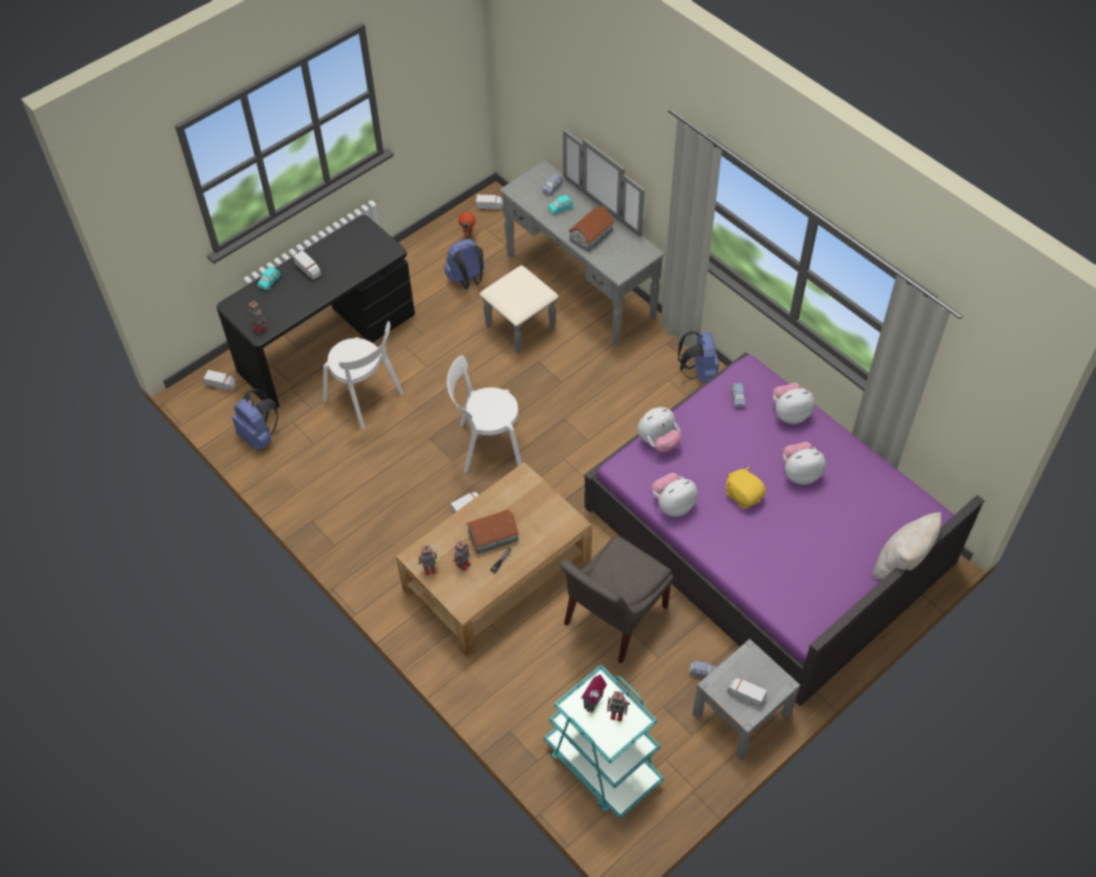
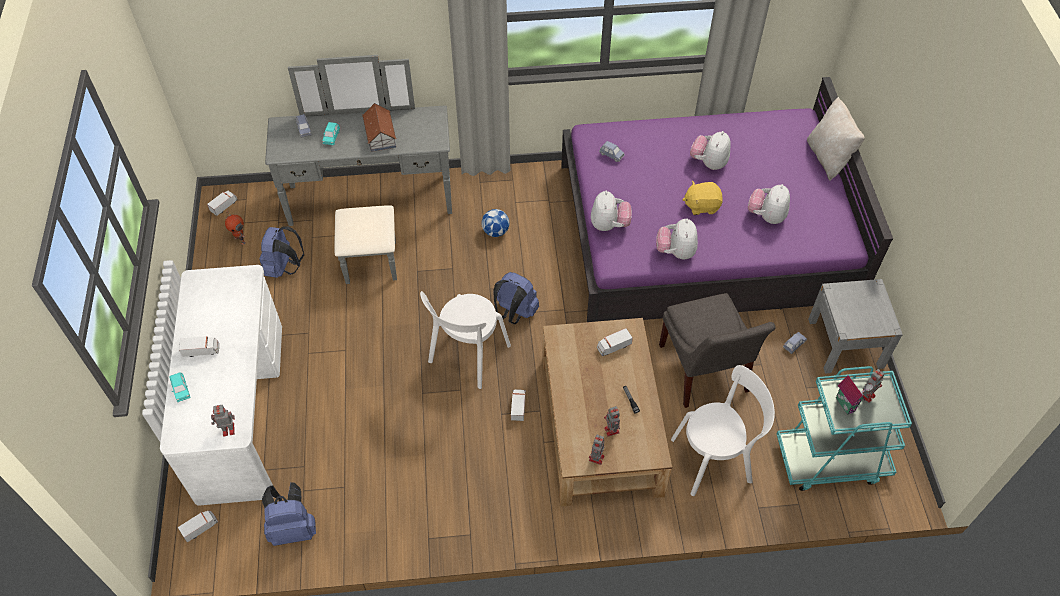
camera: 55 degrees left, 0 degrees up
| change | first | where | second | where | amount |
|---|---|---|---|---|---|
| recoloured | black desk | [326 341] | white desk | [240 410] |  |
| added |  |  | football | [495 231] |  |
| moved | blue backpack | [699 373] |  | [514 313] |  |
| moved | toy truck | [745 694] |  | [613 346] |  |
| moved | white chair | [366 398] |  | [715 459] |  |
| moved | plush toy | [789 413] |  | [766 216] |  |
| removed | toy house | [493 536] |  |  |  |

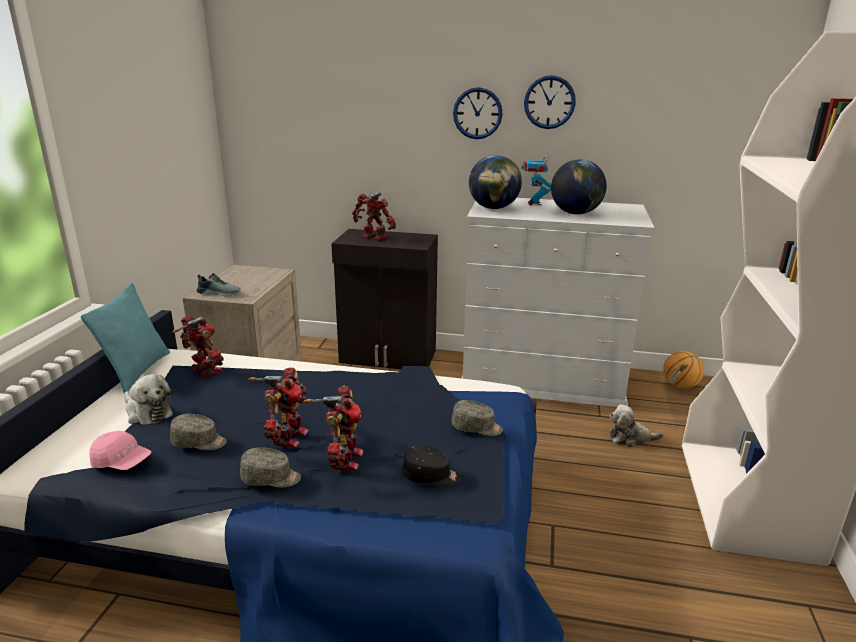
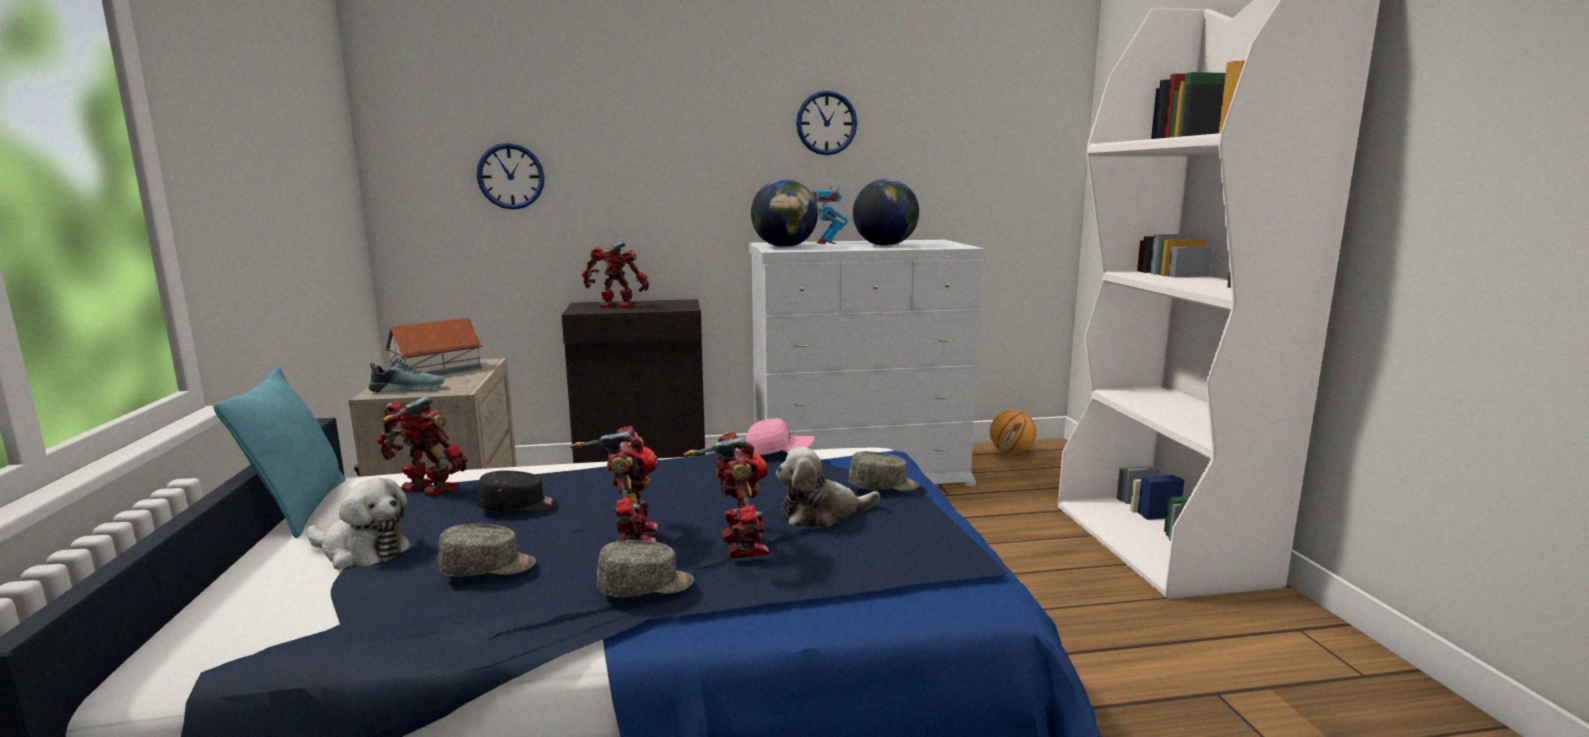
camera: 20 degrees left, 10 degrees down
| change | first | where | second | where | amount |
|---|---|---|---|---|---|
| added |  |  | toy house | [435 370] |  |
| moved | wall clock | [477 113] |  | [511 176] |  |
| moved | black cap | [431 476] |  | [519 507] |  |
| moved | pink cap | [122 462] |  | [779 452] |  |
| moved | plush toy | [630 438] |  | [822 514] |  |

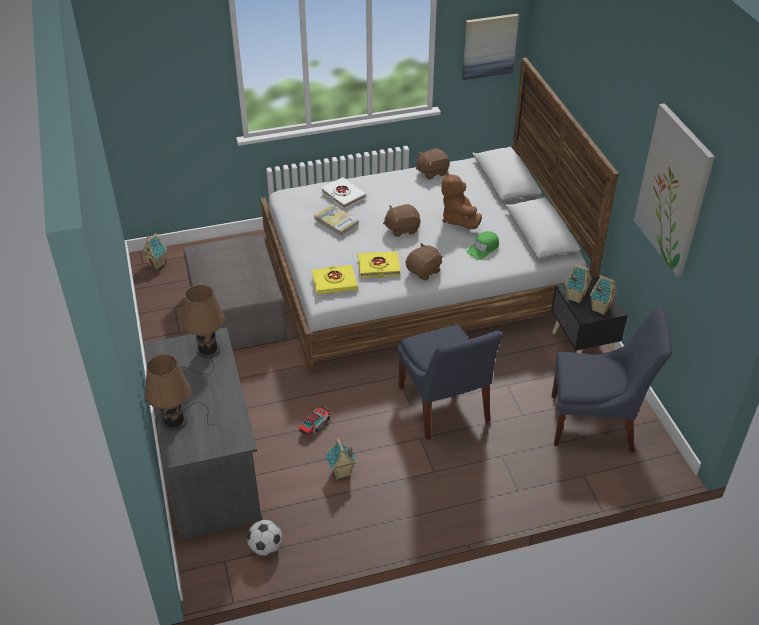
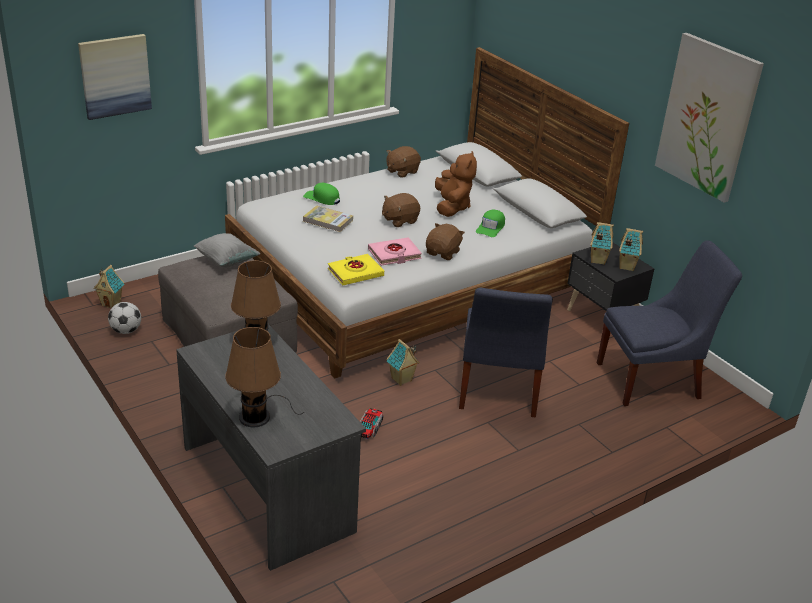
camera: 20 degrees left, 10 degrees down
| change | first | where | second | where | amount |
|---|---|---|---|---|---|
| moved | picture | [489 46] |  | [115 76] |  |
| moved | football | [266 547] |  | [126 331] |  |
| added |  |  | grey pillow | [226 261] |  |
| replaced | white book | [343 195] | green cap | [322 198] |  |
| recoloured | yellow book | [378 267] | pink book | [394 255] |  |
| moved | toy house | [341 473] |  | [401 380] |  |
| turned | brown plush toy | [458 219] |  | [452 207] | 150 degrees counterclockwise |
| turned | blue chair | [444 407] |  | [497 390] | 45 degrees clockwise |

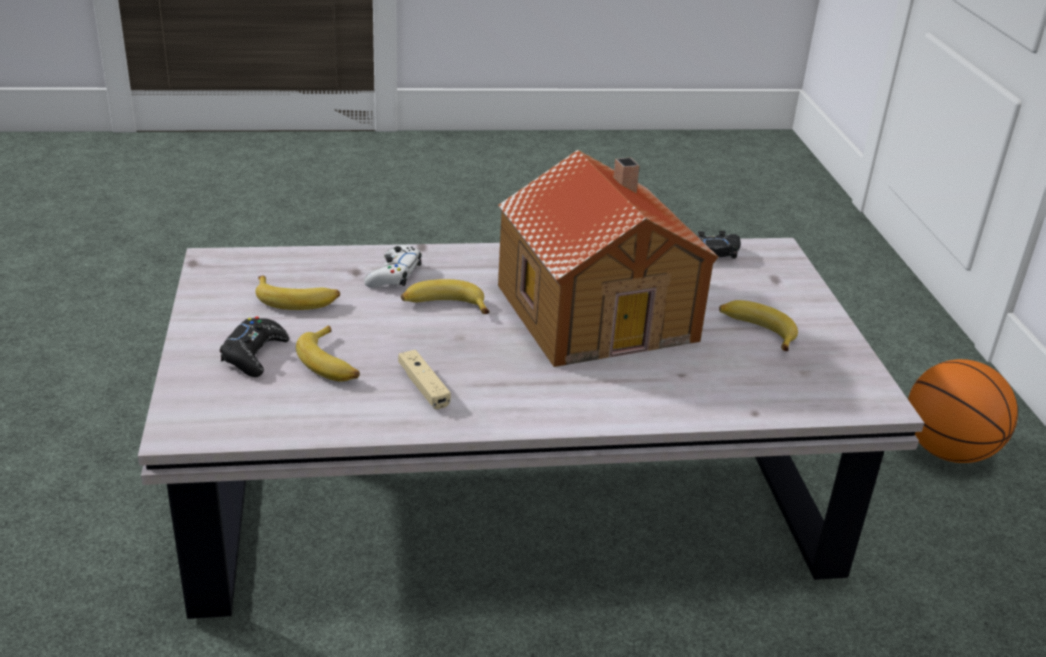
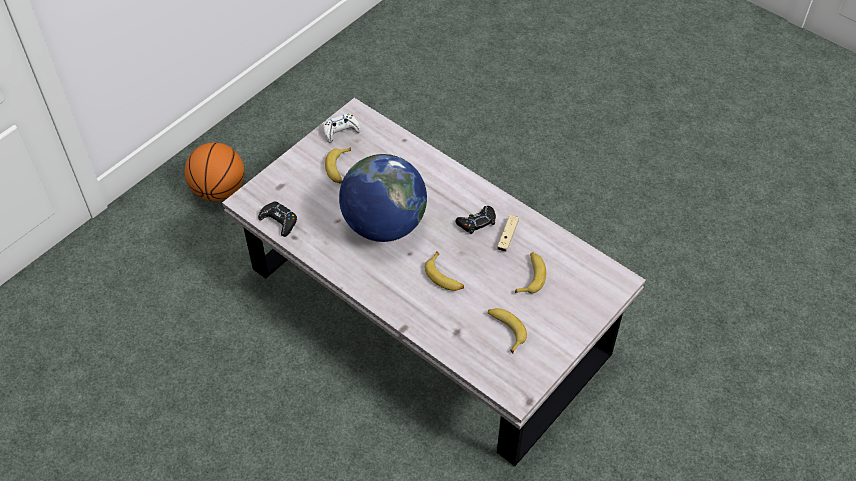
camera: 130 degrees left, 20 degrees up
| change | first | where | second | where | amount |
|---|---|---|---|---|---|
| moved | white game controller | [394 275] |  | [341 131] |  |
| replaced | toy house | [598 311] | globe | [384 225] |  |
| moved | black game controller | [254 355] |  | [476 222] |  |

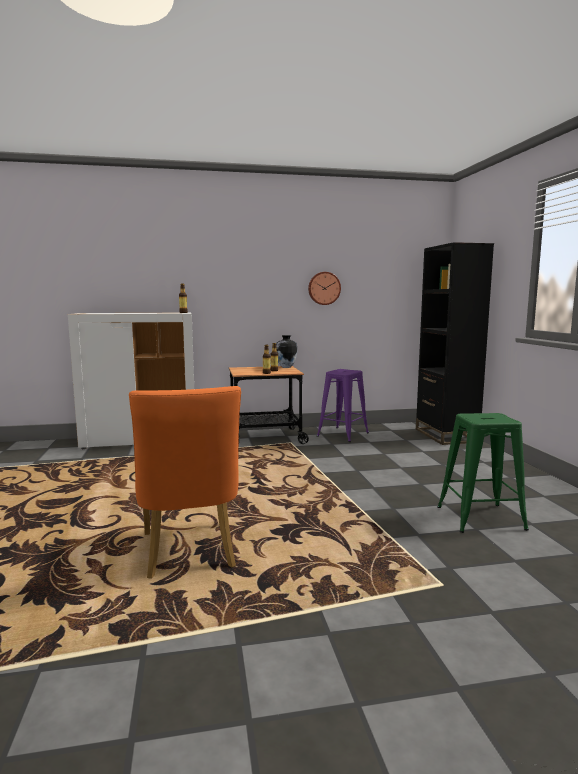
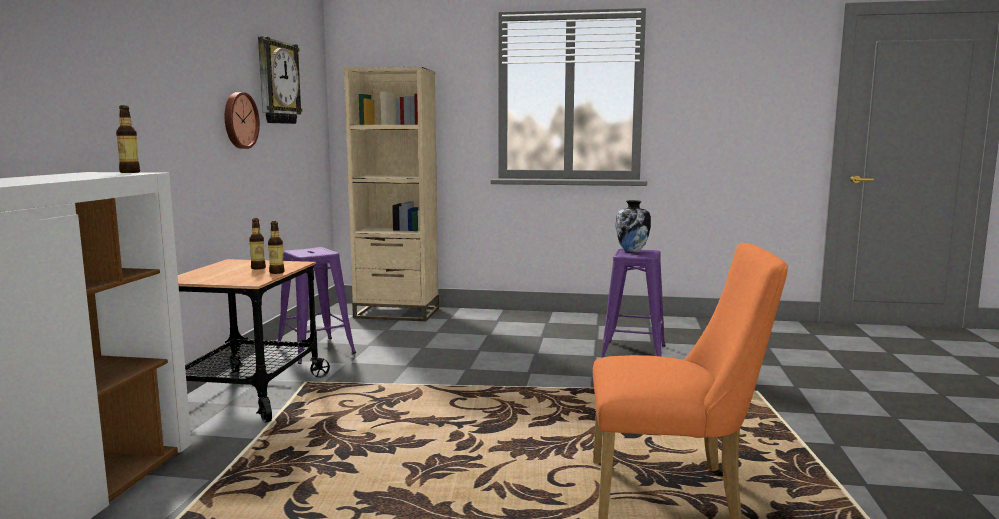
camera: 70 degrees left, 0 degrees up
| change | first | where | second | where | amount |
|---|---|---|---|---|---|
| added |  |  | wall clock | [277 82] |  |
| recoloured | black bookcase | [446 435] | beige bookcase | [397 313] |  |
| recoloured | green stool | [480 518] | purple stool | [633 352] |  |
| moved | vase | [286 367] |  | [632 251] |  |

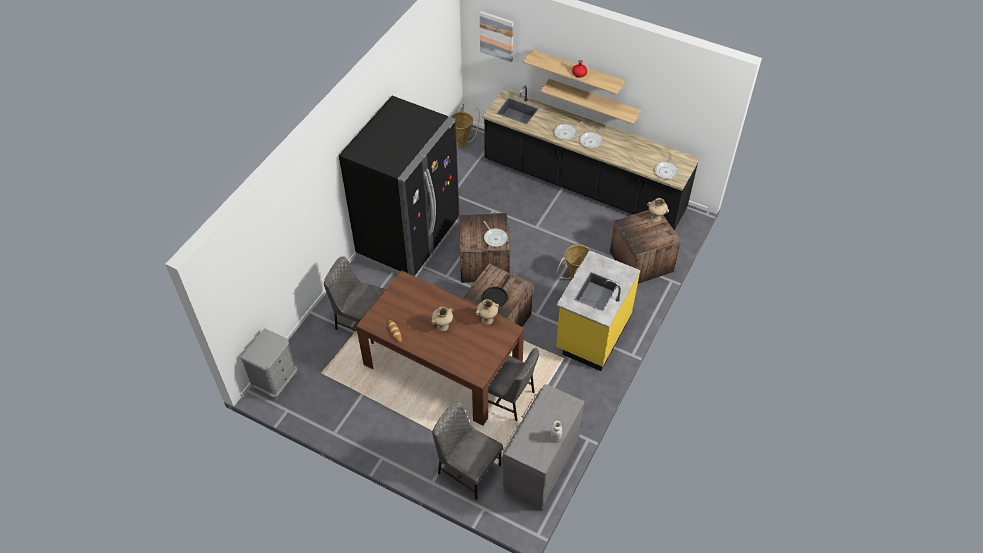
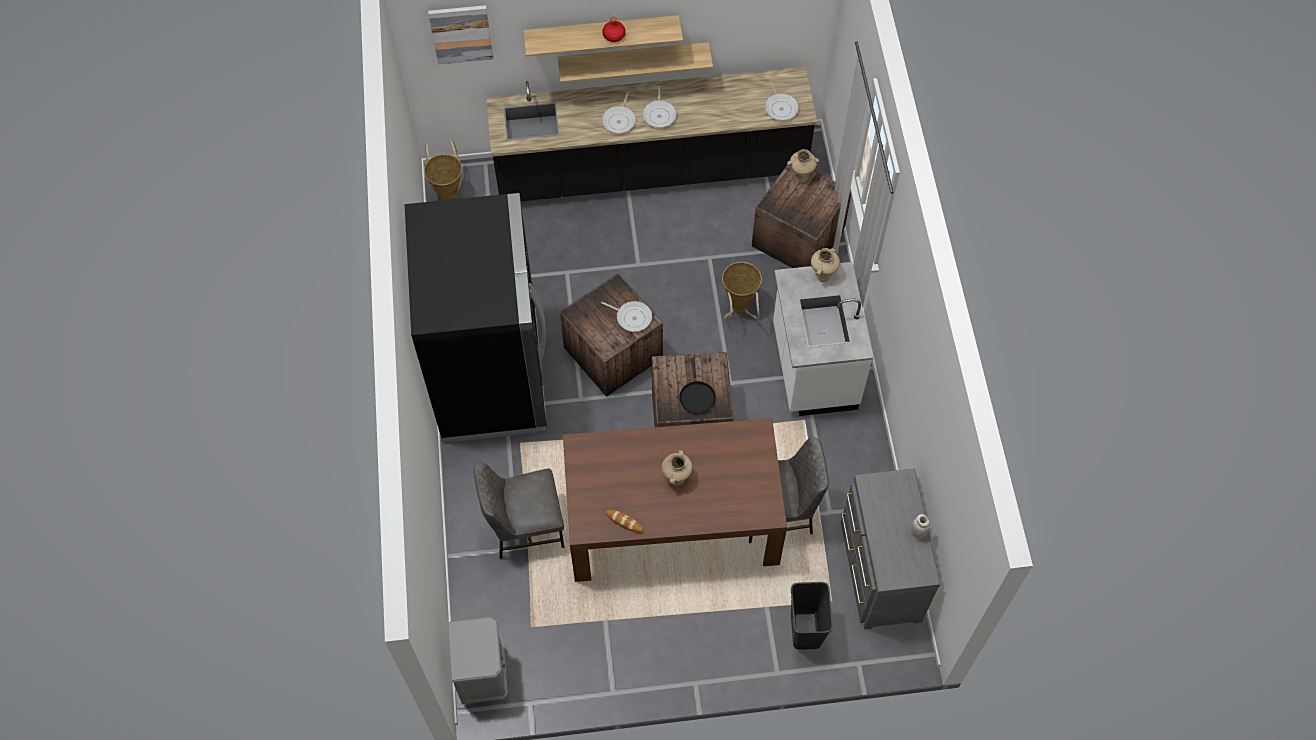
camera: 35 degrees left, 10 degrees up
| change | first | where | second | where | amount |
|---|---|---|---|---|---|
| recoloured | yellow counter | [592 333] | white counter | [812 368] |  |
| replaced | grey chair | [468 469] | black trash can | [804 629] |  |
| moved | beige vase | [487 319] |  | [823 274] |  |

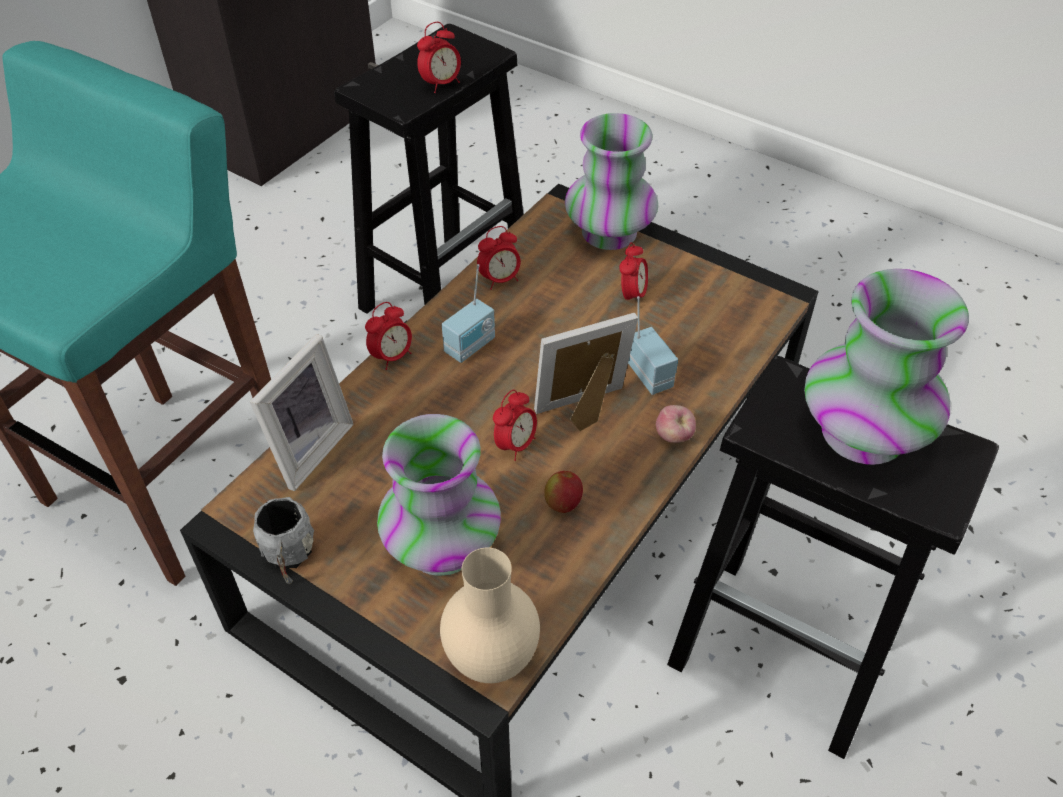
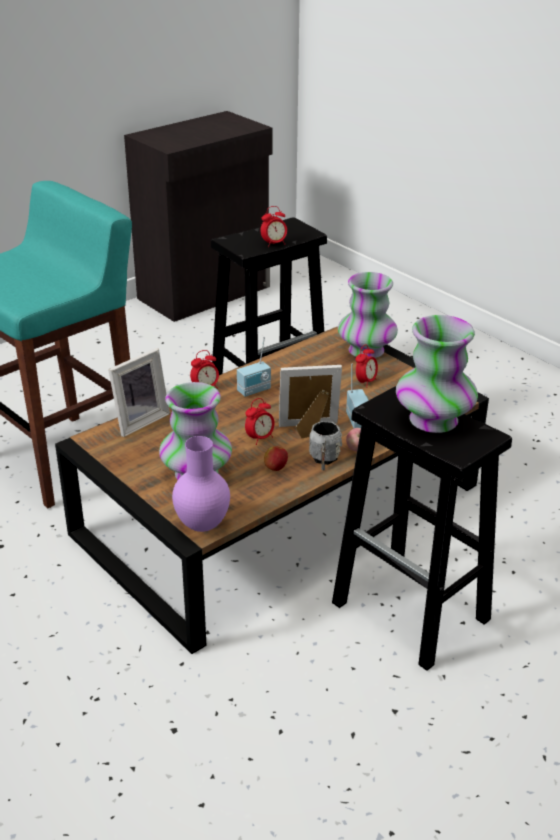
camera: 15 degrees right, 15 degrees down
| change | first | where | second | where | amount |
|---|---|---|---|---|---|
| recoloured | beige vase | [490 660] | purple vase | [201 526] |  |
| moved | grey mug | [289 558] |  | [324 460] |  |
| removed | alarm clock | [500 280] |  |  |  |

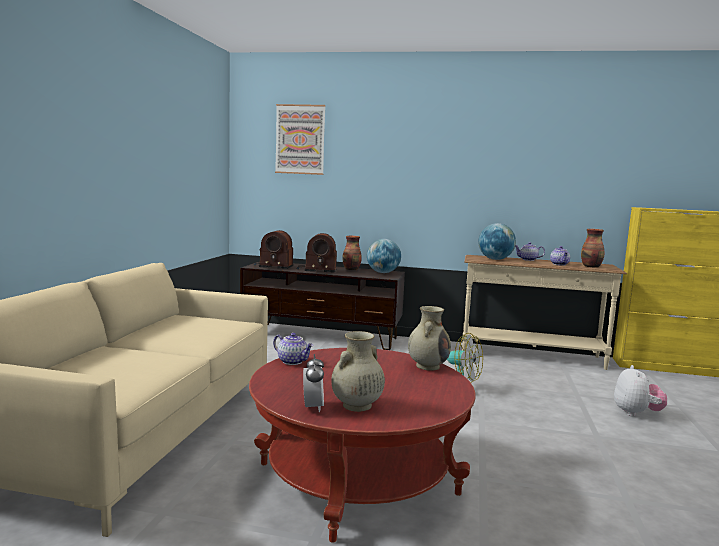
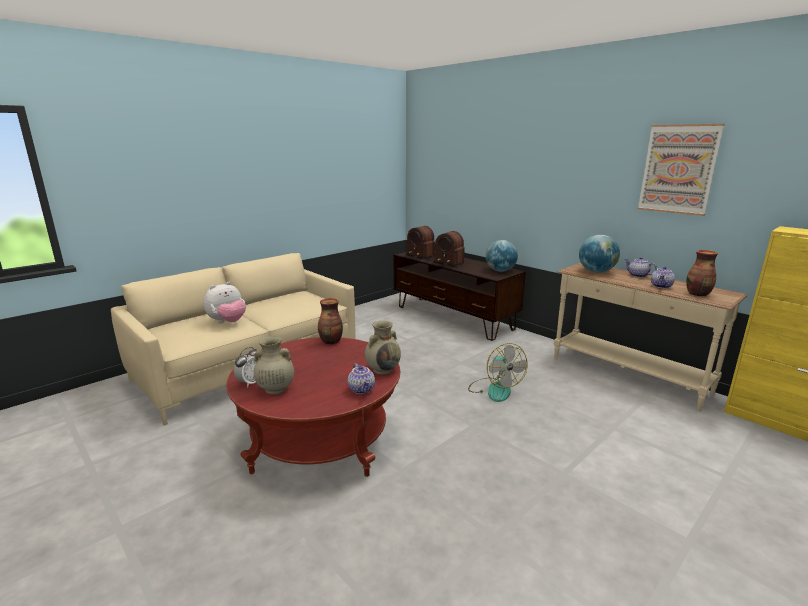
camera: 35 degrees right, 10 degrees up
| change | first | where | second | where | amount |
|---|---|---|---|---|---|
| moved | plush toy | [636 413] |  | [228 322] |  |
| moved | vase | [351 269] |  | [331 341] |  |
| moved | teapot | [293 361] |  | [362 389] |  |
| moved | picture | [300 139] |  | [678 169] |  |

